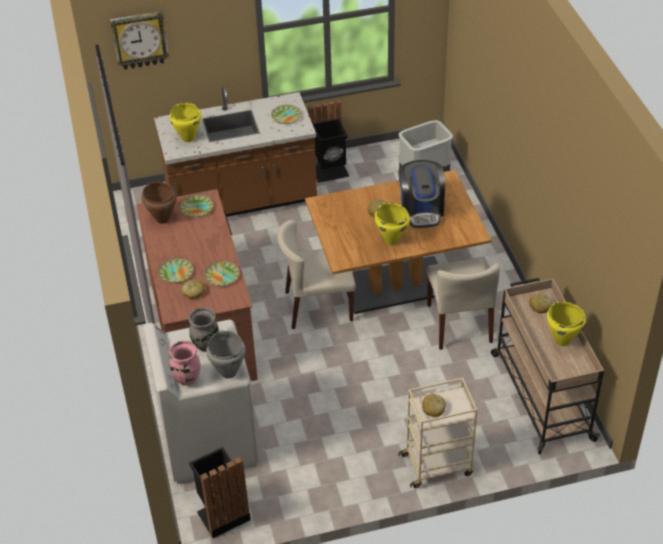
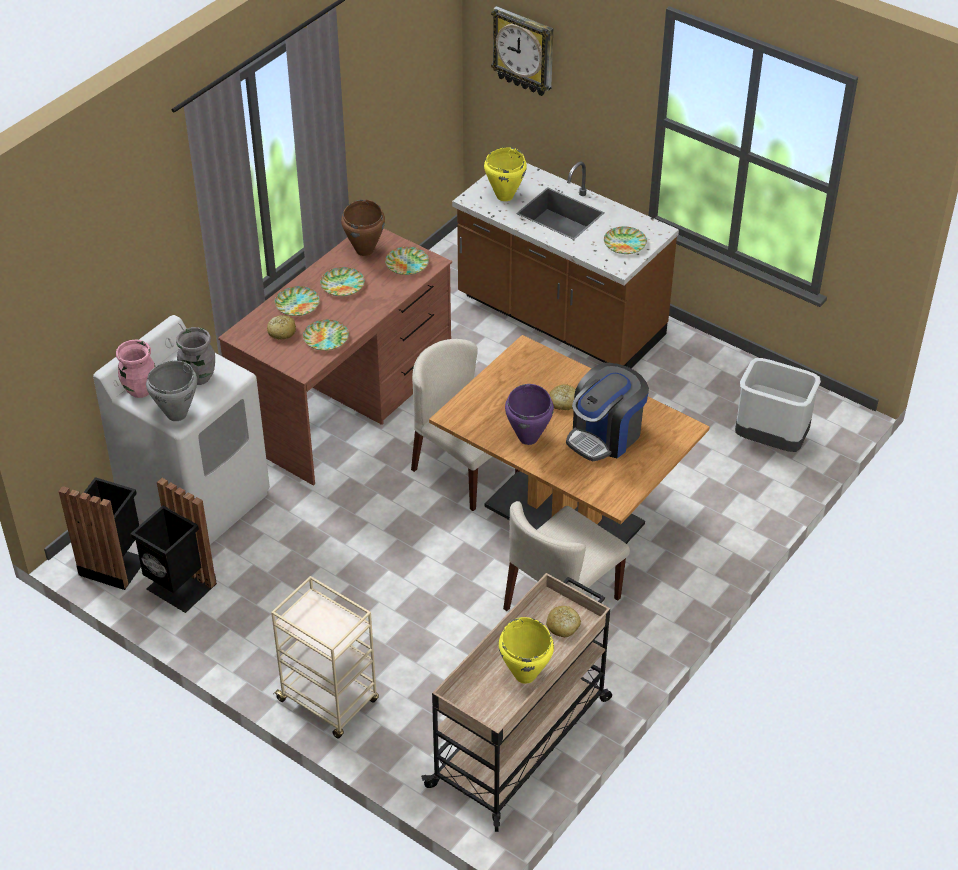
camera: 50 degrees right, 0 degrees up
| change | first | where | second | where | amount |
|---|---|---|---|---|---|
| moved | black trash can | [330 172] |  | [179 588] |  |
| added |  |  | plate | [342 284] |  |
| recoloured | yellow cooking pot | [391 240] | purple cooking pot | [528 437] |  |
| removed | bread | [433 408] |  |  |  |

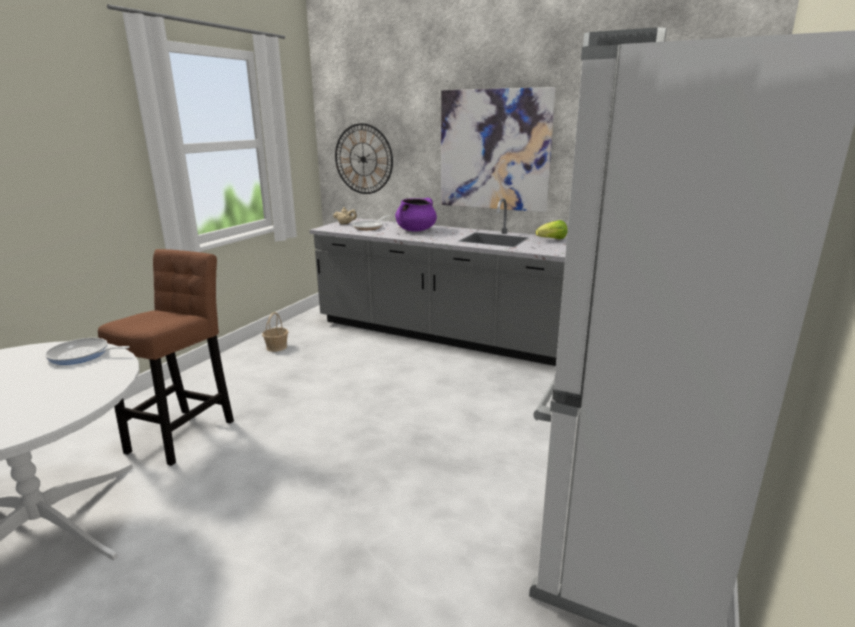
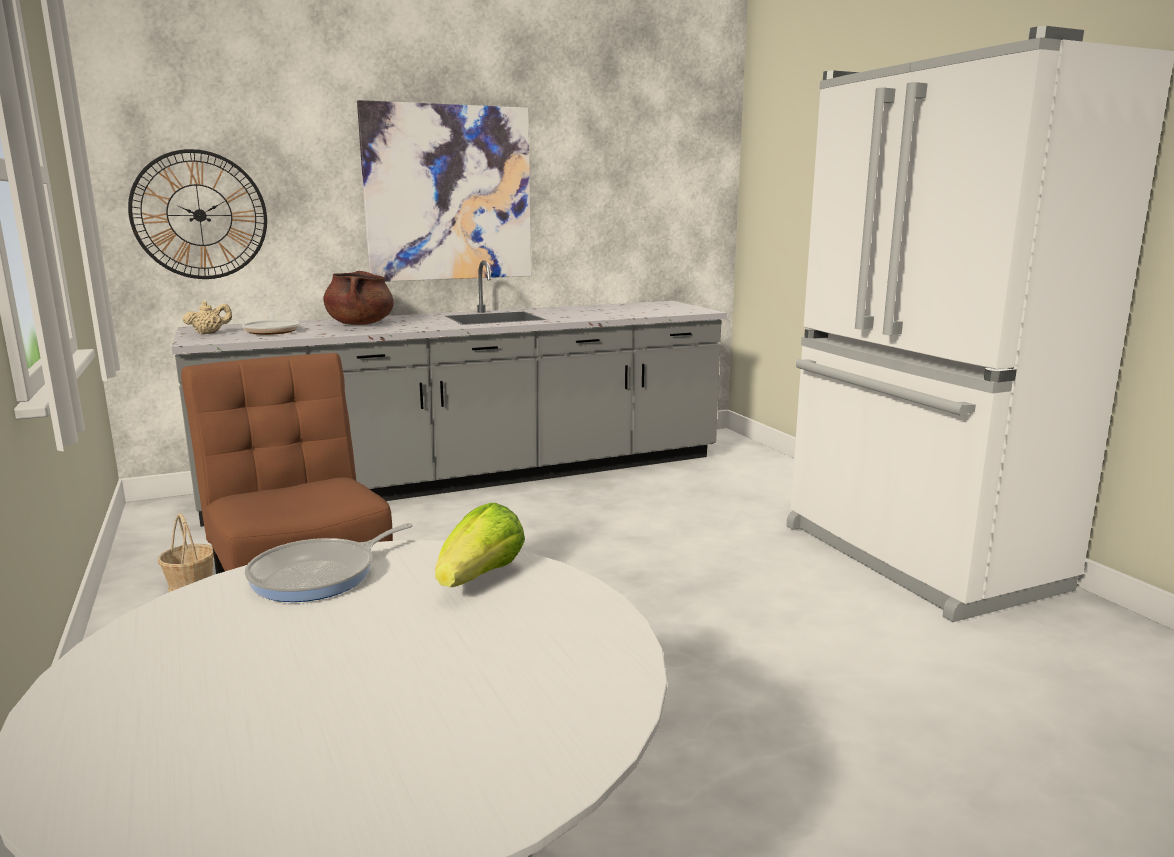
camera: 50 degrees left, 5 degrees down
| change | first | where | second | where | amount |
|---|---|---|---|---|---|
| recoloured | purple cooking pot | [416 230] | brown cooking pot | [360 324] |  |
| moved | lettuce | [552 239] |  | [481 577] |  |

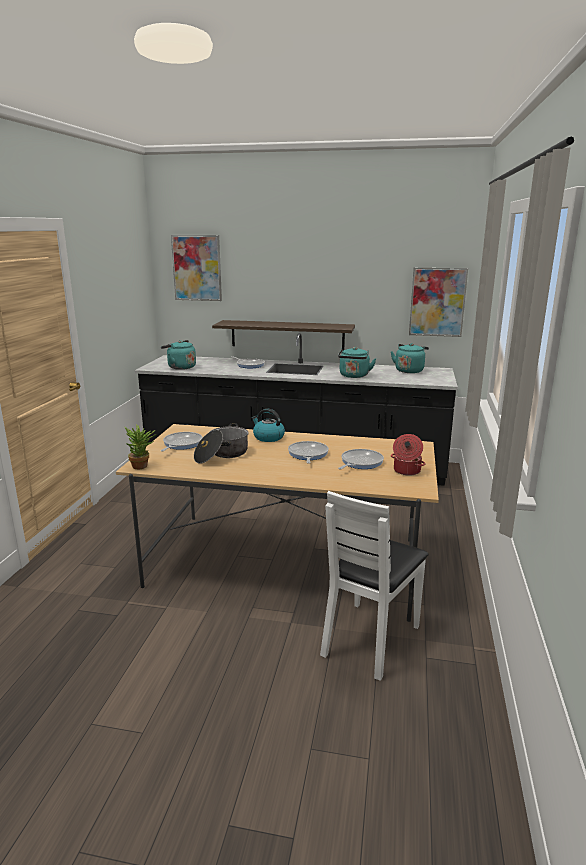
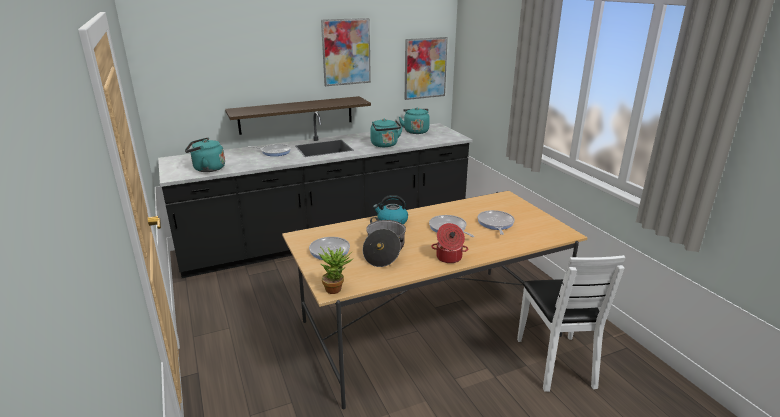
camera: 35 degrees left, 5 degrees up
| change | first | where | second | where | amount |
|---|---|---|---|---|---|
| moved | picture | [197 268] |  | [346 52] |  |
| moved | cooking pot | [406 471] |  | [449 258] |  |

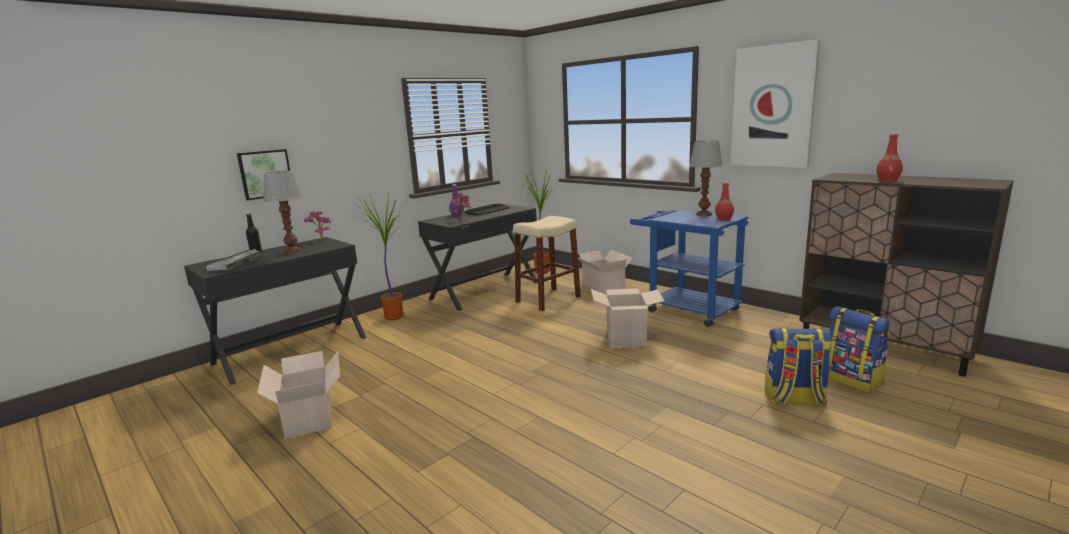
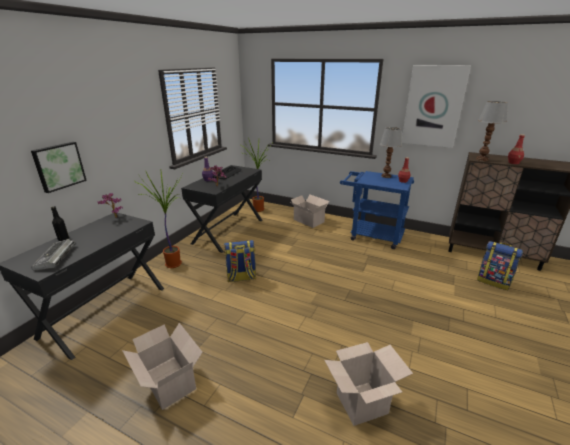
camera: 20 degrees left, 10 degrees up
| change | first | where | second | where | amount |
|---|---|---|---|---|---|
| moved | backpack | [794 400] |  | [241 277] |  |
| moved | cardboard box | [626 339] |  | [361 403] |  |
| moved | table lamp | [291 252] |  | [481 159] |  |
| removed | beige stool | [548 299] |  |  |  |

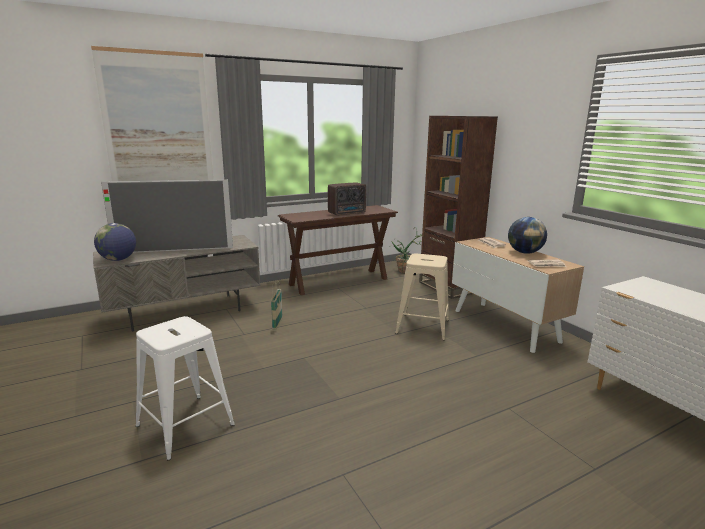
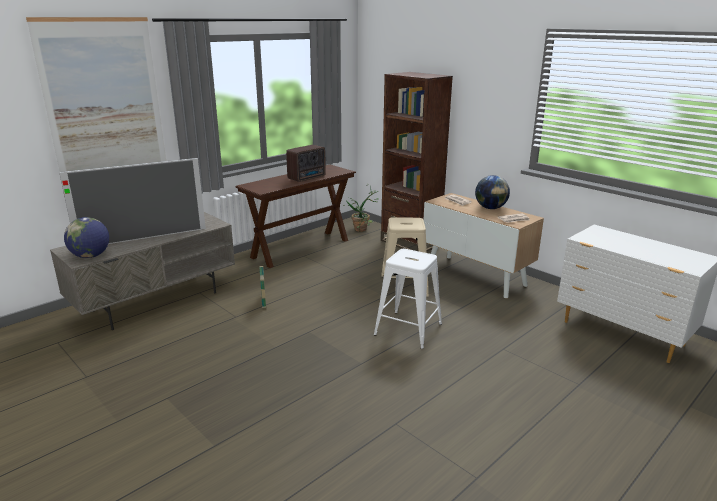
camera: 15 degrees left, 5 degrees up
| change | first | where | second | where | amount |
|---|---|---|---|---|---|
| moved | white stool | [184 425] |  | [408 329] |  |

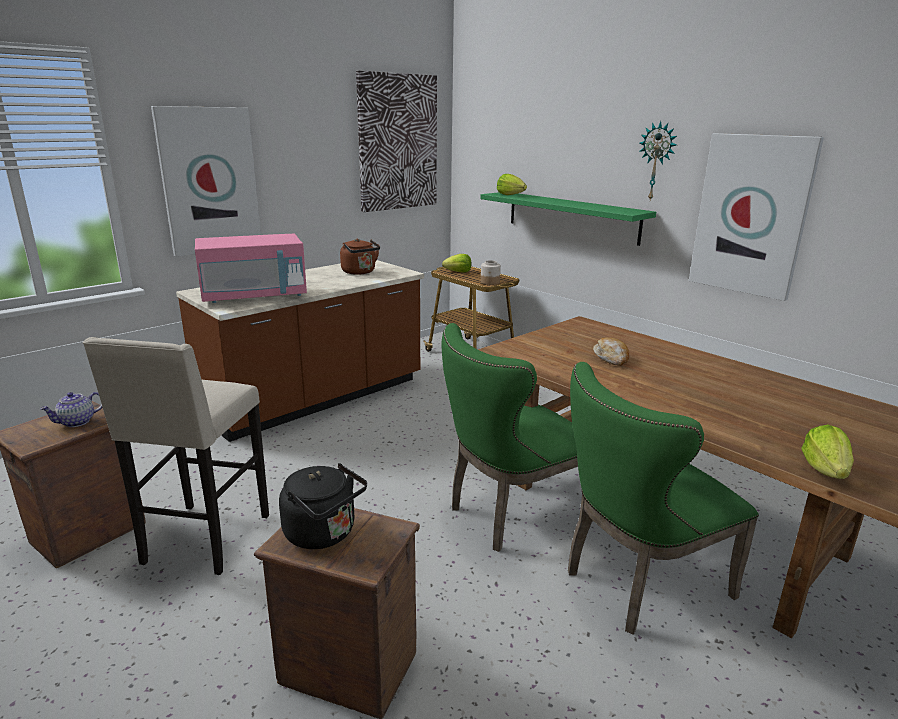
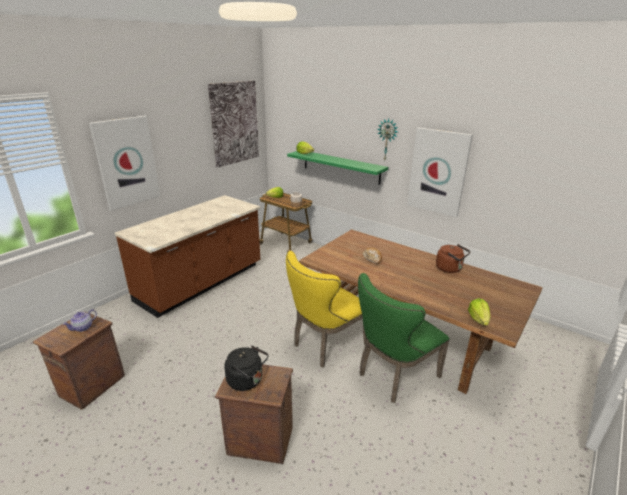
camera: 10 degrees left, 5 degrees up
| change | first | where | second | where | amount |
|---|---|---|---|---|---|
| recoloured | green chair | [510 514] | yellow chair | [325 345] |  |
| moved | brown kettle | [360 272] |  | [450 269] |  |
| removed | beige stool | [204 541] |  |  |  |
| removed | pink microwave | [254 296] |  |  |  |

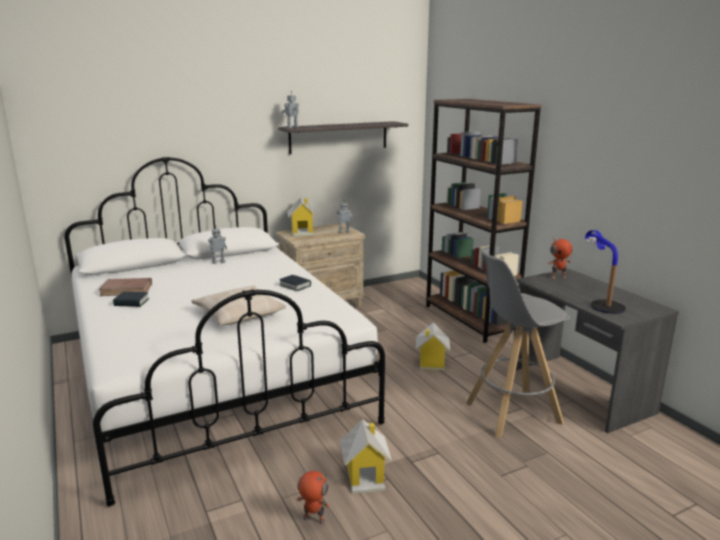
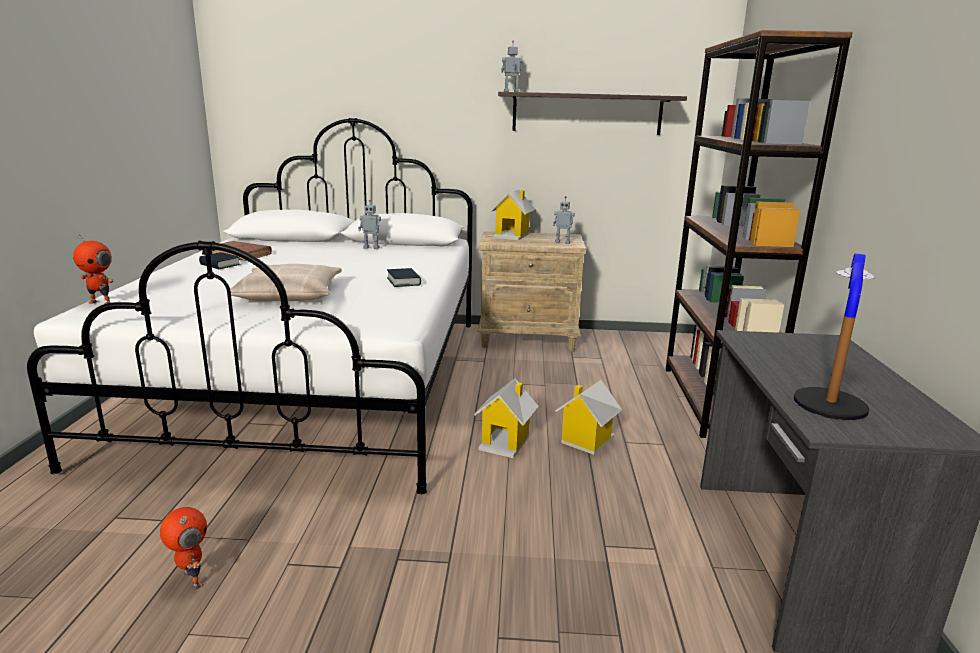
camera: 30 degrees right, 0 degrees up
| change | first | where | second | where | amount |
|---|---|---|---|---|---|
| moved | toy robot | [558 277] |  | [101 303] |  |
| moved | toy house | [366 477] |  | [505 442] |  |
| removed | grey stool | [511 413] |  |  |  |

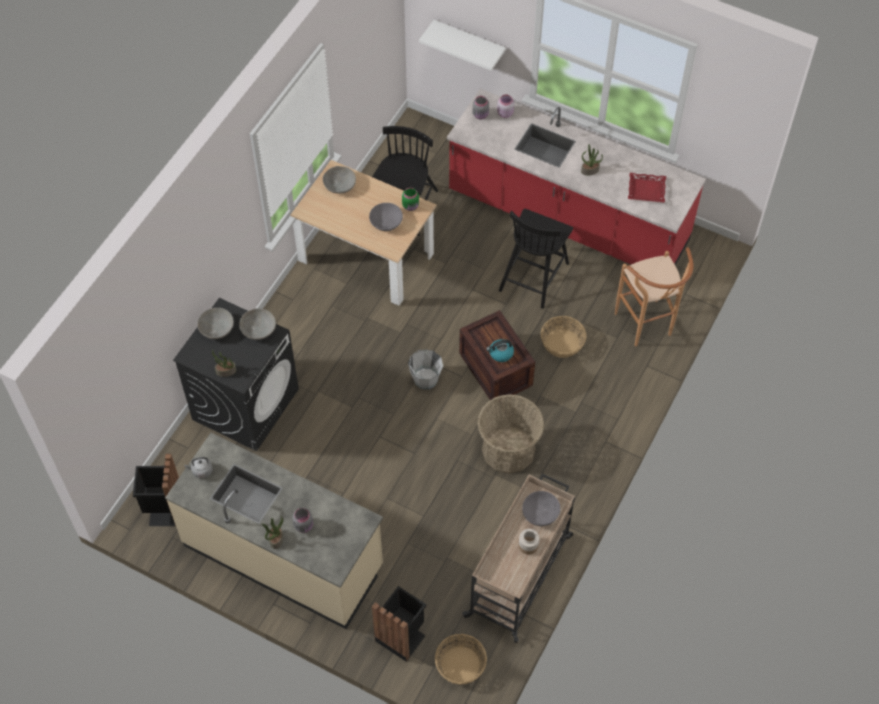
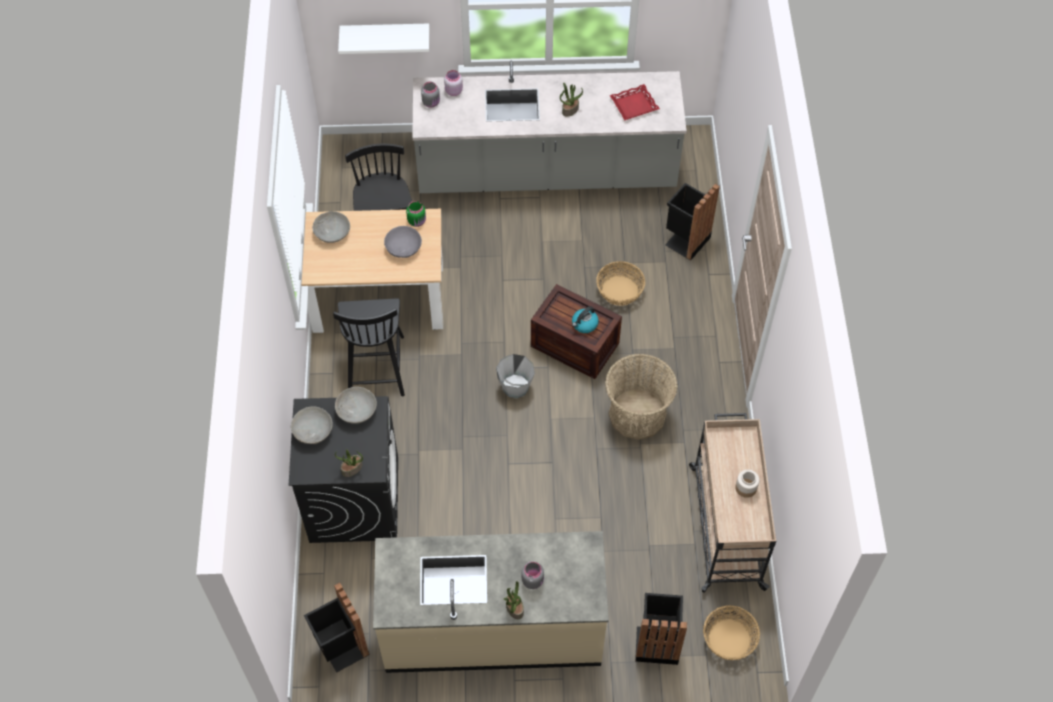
camera: 30 degrees left, 0 degrees up
| change | first | where | second | where | amount |
|---|---|---|---|---|---|
| moved | black chair | [534 275] |  | [375 365] |  |
| recoloured | red counter | [567 218] | grey counter | [546 172] |  |
| replaced | brown stool | [646 328] | black trash can | [685 240] |  |
| removed | grey kettle | [201 471] |  |  |  |
| removed | grey bowl | [540 513] |  |  |  |

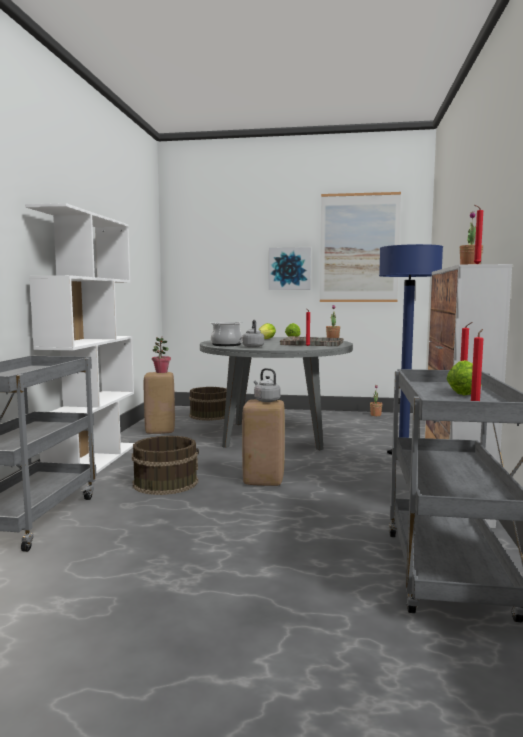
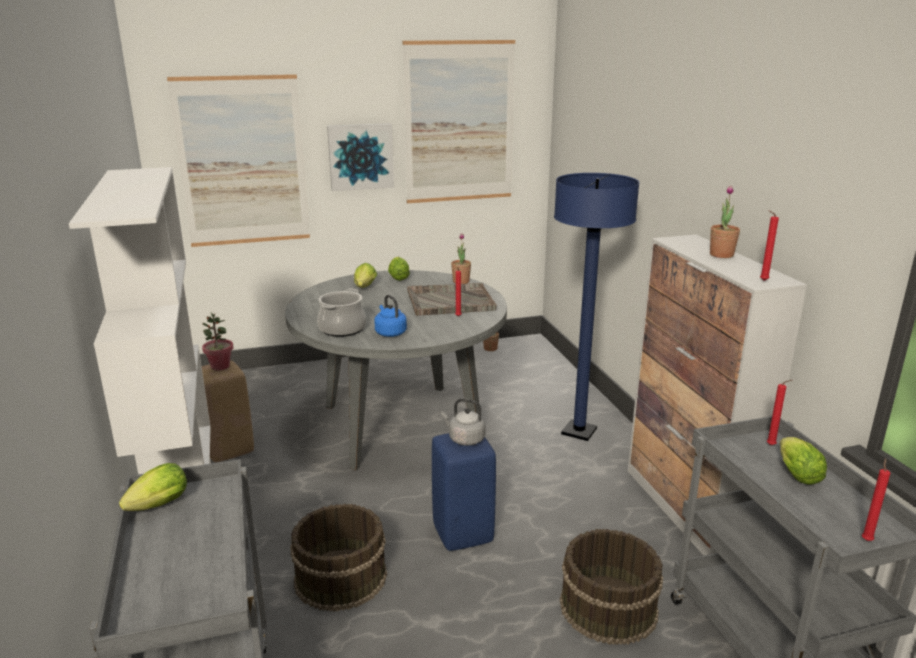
camera: 25 degrees left, 15 degrees up
| change | first | where | second | where | amount |
|---|---|---|---|---|---|
| added |  |  | lettuce | [156 507] |  |
| added |  |  | picture | [242 162] |  |
| recoloured | grey kettle | [253 347] | blue kettle | [390 332] |  |
| recoloured | beige stool | [263 481] | blue stool | [462 535] |  |
| moved | brown bucket | [209 415] |  | [607 608] |  |

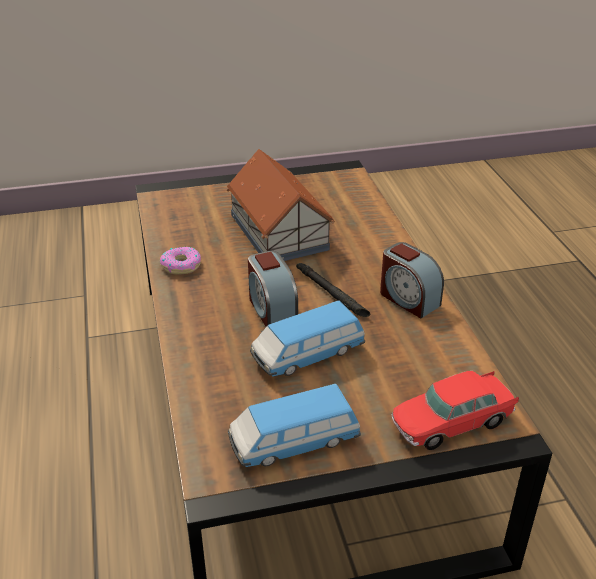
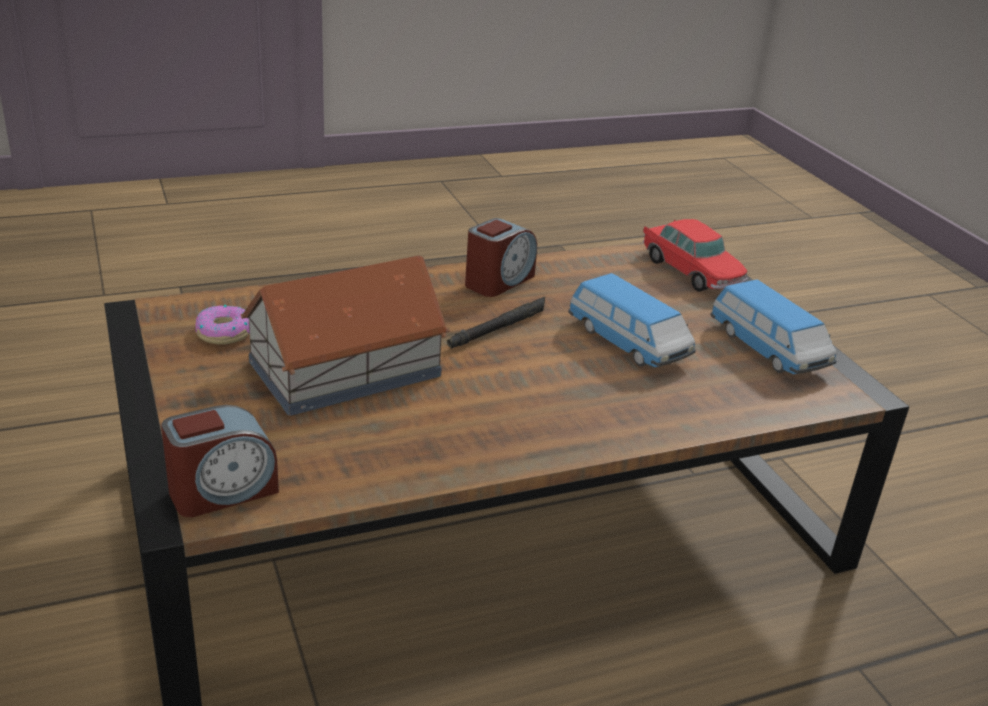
camera: 100 degrees left, 5 degrees down
| change | first | where | second | where | amount |
|---|---|---|---|---|---|
| moved | alarm clock | [271 309] |  | [223 491] |  |
| moved | donut | [181 265] |  | [224 332] |  |

